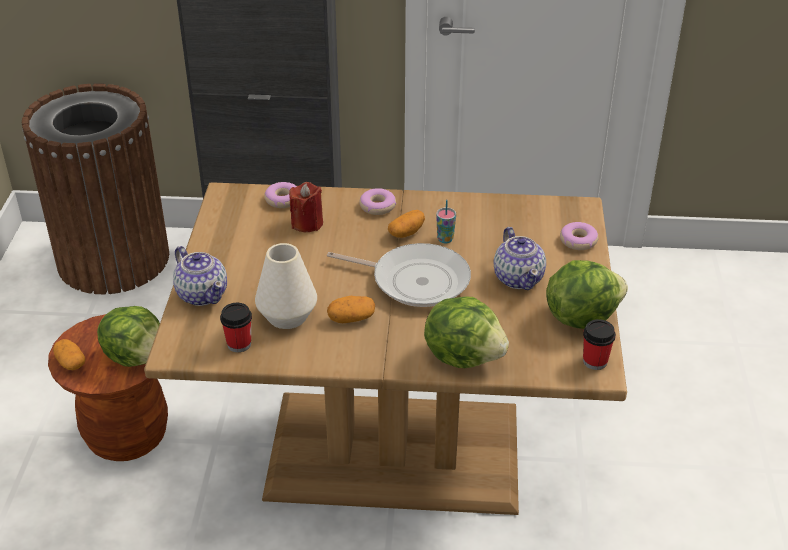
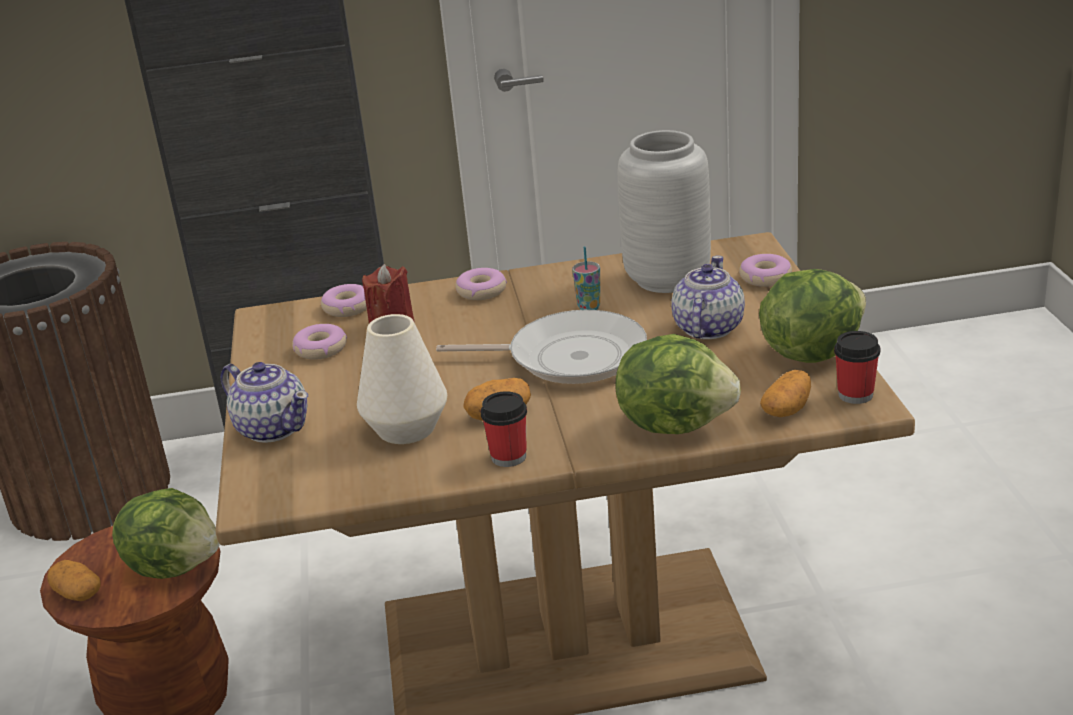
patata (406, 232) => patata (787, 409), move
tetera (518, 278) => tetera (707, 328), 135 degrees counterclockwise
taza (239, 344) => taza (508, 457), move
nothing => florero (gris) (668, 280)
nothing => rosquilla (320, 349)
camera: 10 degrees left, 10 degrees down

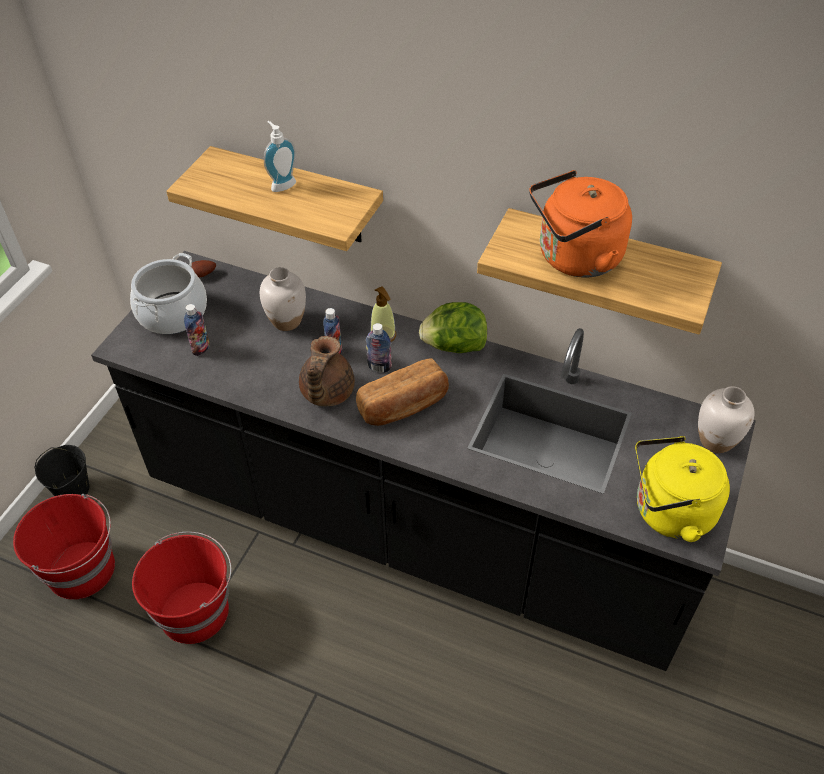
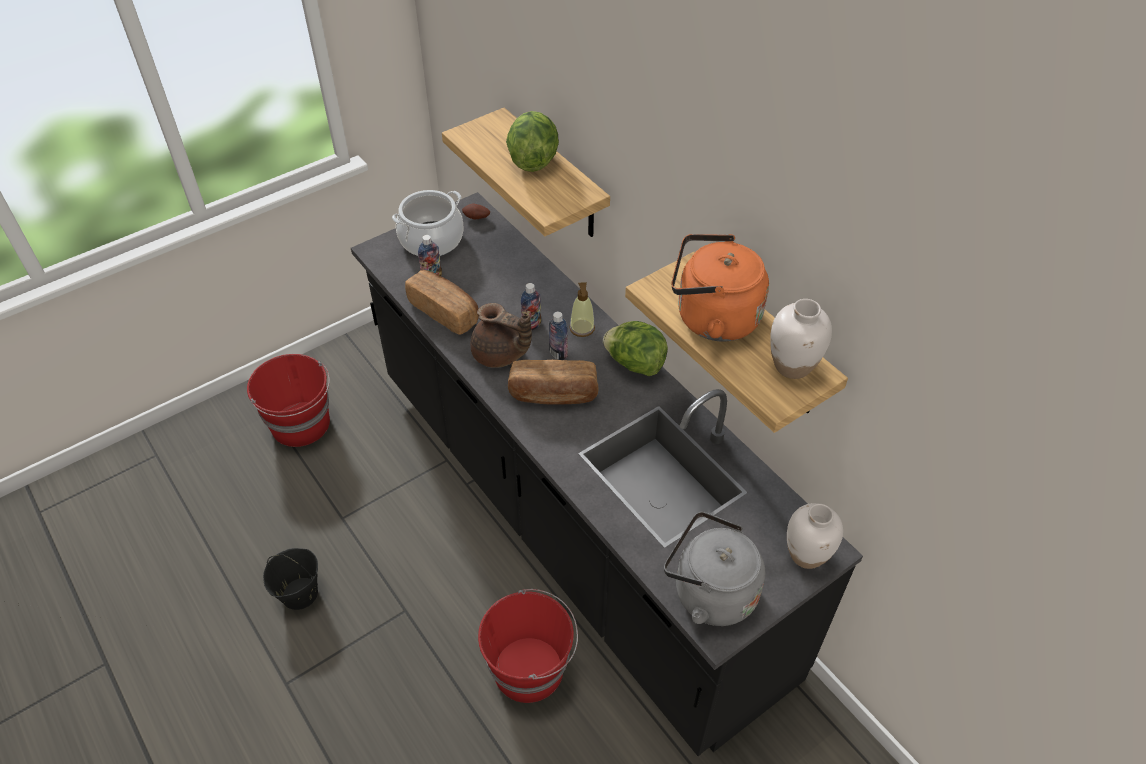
dispensador de jabón (282, 184) => lechuga (532, 160)
florero (blanco) (287, 321) => florero (blanco) (793, 366), move
tetera (marrón) (326, 393) => tetera (marrón) (499, 355), 105 degrees counterclockwise
hervidor (amarillo) (668, 512) => hervidor (gris) (709, 592)
cubo (negro) (72, 490) => cubo (negro) (299, 594), move
cubo (rojo) (195, 610) => cubo (rojo) (530, 668), move
nothing => pan (445, 311)
camera: 30 degrees right, 0 degrees up

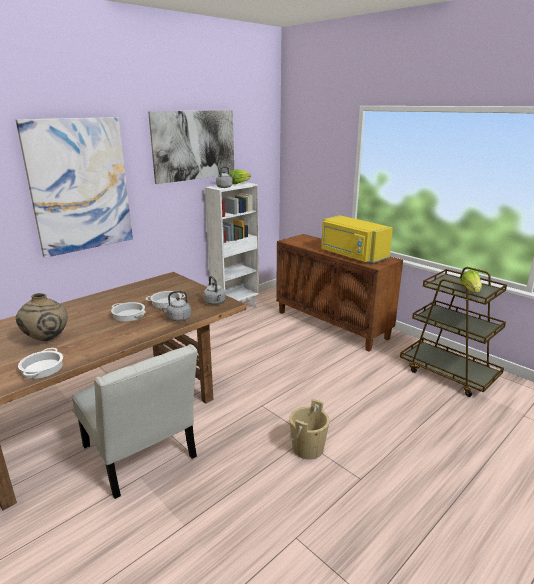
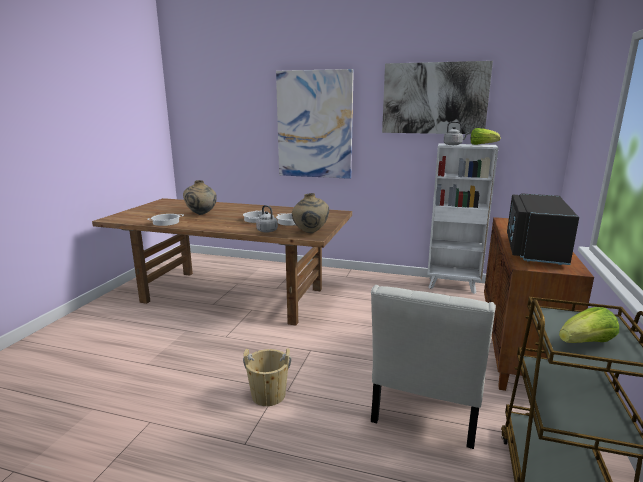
microondas (amarillo) (352, 255) => microondas (negro) (533, 250)
hervidor (gris) (215, 303) => florero (beis) (310, 233)
silla (blanco) (141, 456) => silla (blanco) (425, 408), move
camera: 60 degrees right, 5 degrees down

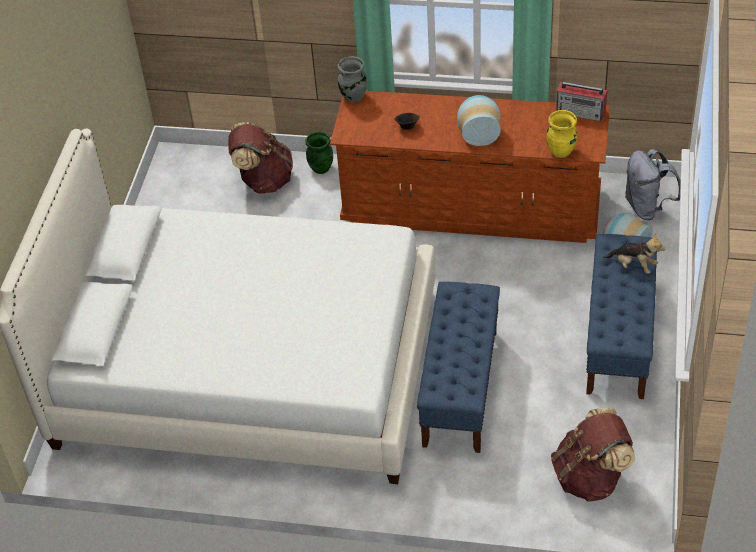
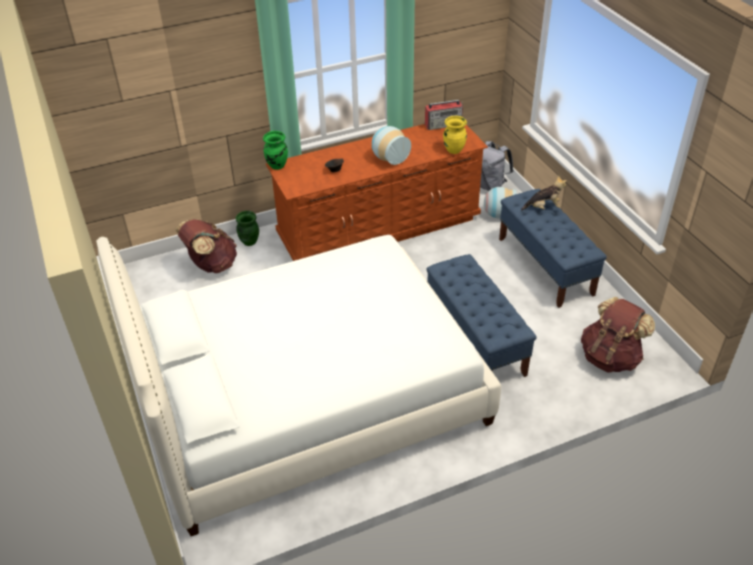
florero (gris) (353, 97) => florero (verde) (277, 166)
camera: 35 degrees left, 5 degrees down

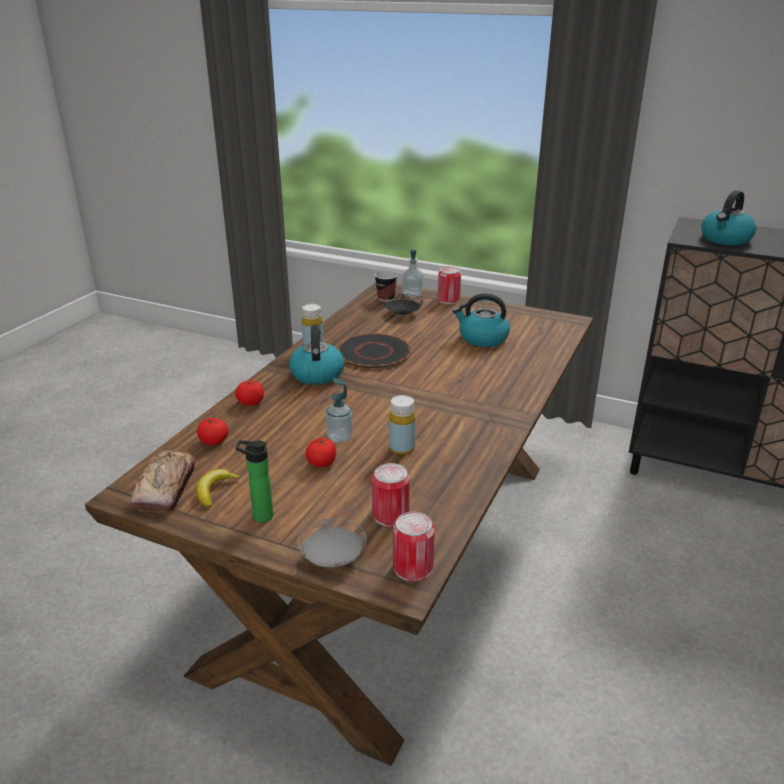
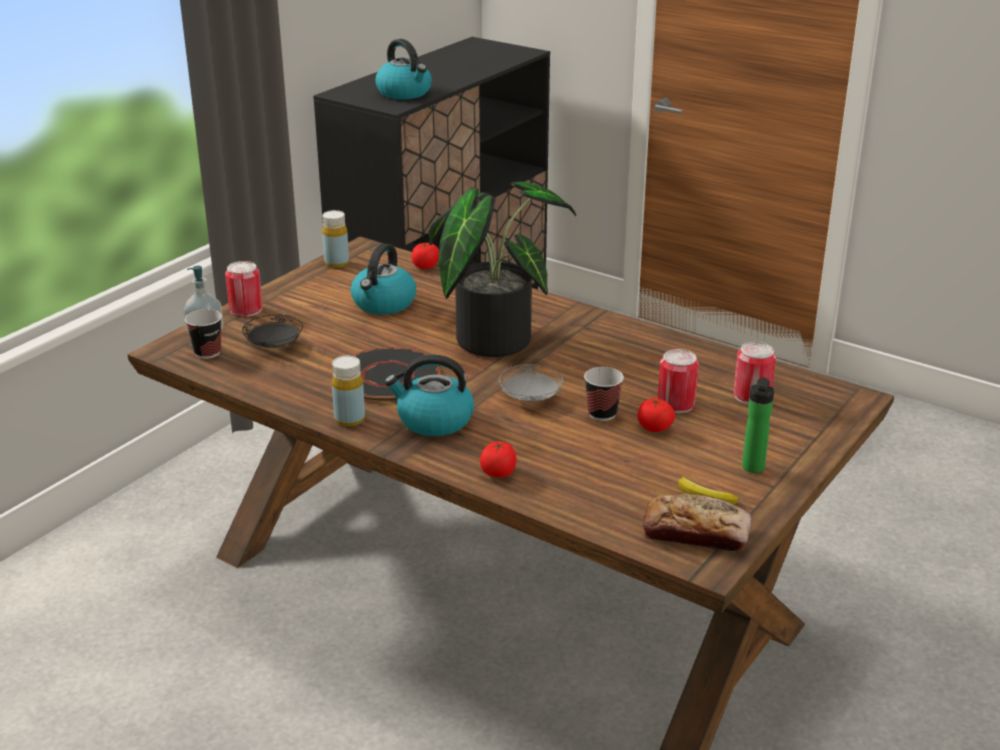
dispensador de jabón (340, 437) => taza (602, 414)
botella (amarillo) (402, 448) => botella (amarillo) (336, 263), move
tomate (213, 442) => tomate (425, 266), move
lata (413, 567) => lata (676, 403), move
plato (gris) (333, 558) => plato (gris) (531, 398), move
nothing => planta en maceta (492, 336)
camera: 80 degrees left, 0 degrees up

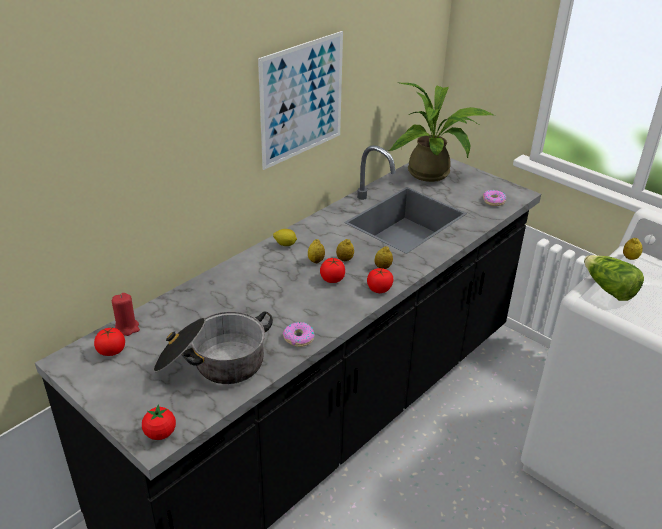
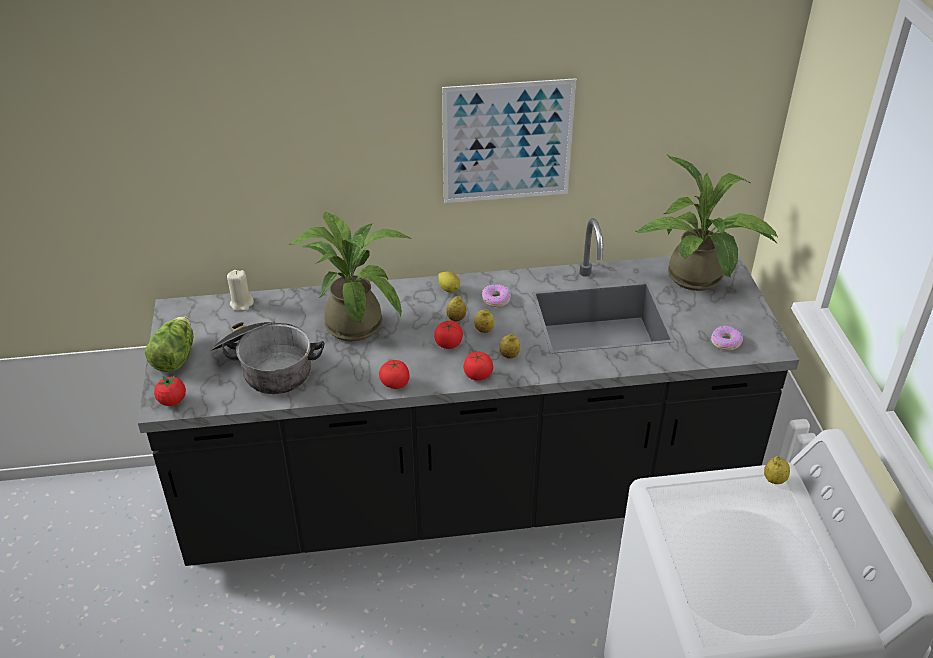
lechuga (608, 289) => lechuga (174, 356), move
vela (rojo) (127, 328) => vela (beis) (242, 303)
rosquilla (298, 338) => rosquilla (496, 299), move
tomate (111, 351) => tomate (395, 383), move
nothing => planta en maceta (354, 320)
camera: 40 degrees right, 5 degrees up

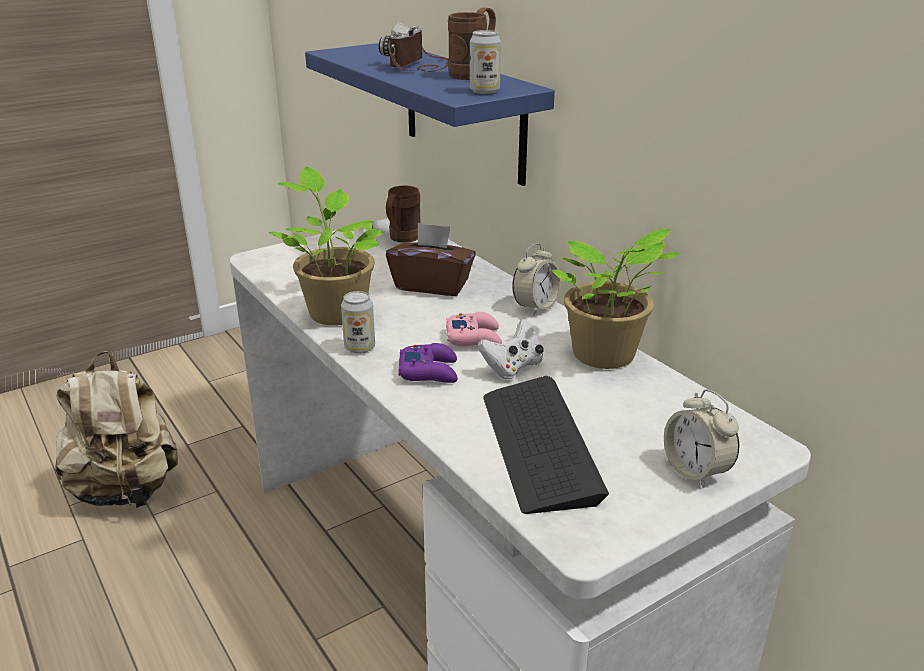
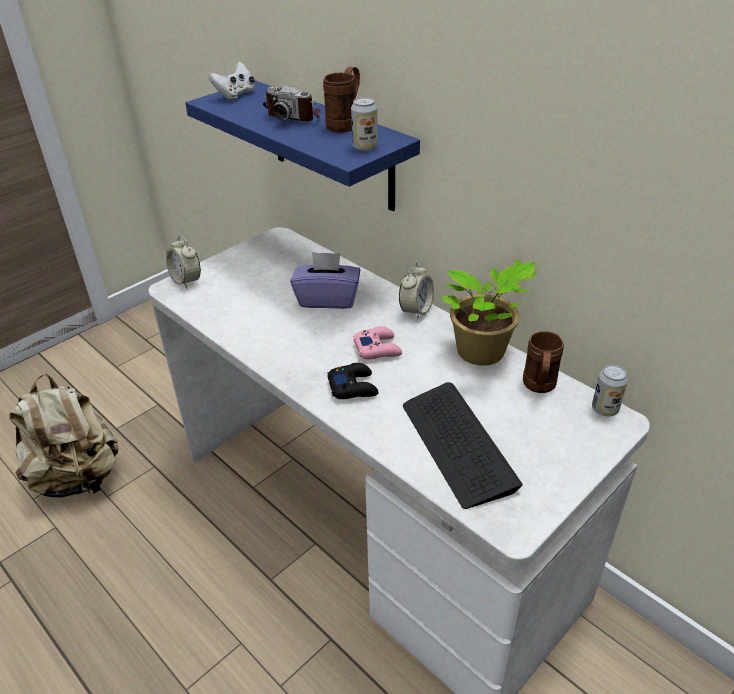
cámara (418, 66) => cámara (294, 115), 75 degrees counterclockwise
planta en maceta (335, 311) => nothing
taza grande (marrón) (401, 239) => taza grande (marrón) (538, 388), move
caja de pañuelos (marrón) (432, 285) => caja de pañuelos (morado) (327, 299)
lata (359, 348) => lata (604, 409), move
mando de consola (blanco) (512, 367) => mando de consola (blanco) (235, 95), move
mando de consola (morado) (429, 371) => mando de consola (negro) (353, 387)
despertador (696, 471) => despertador (186, 280), move
camera: 10 degrees left, 10 degrees up

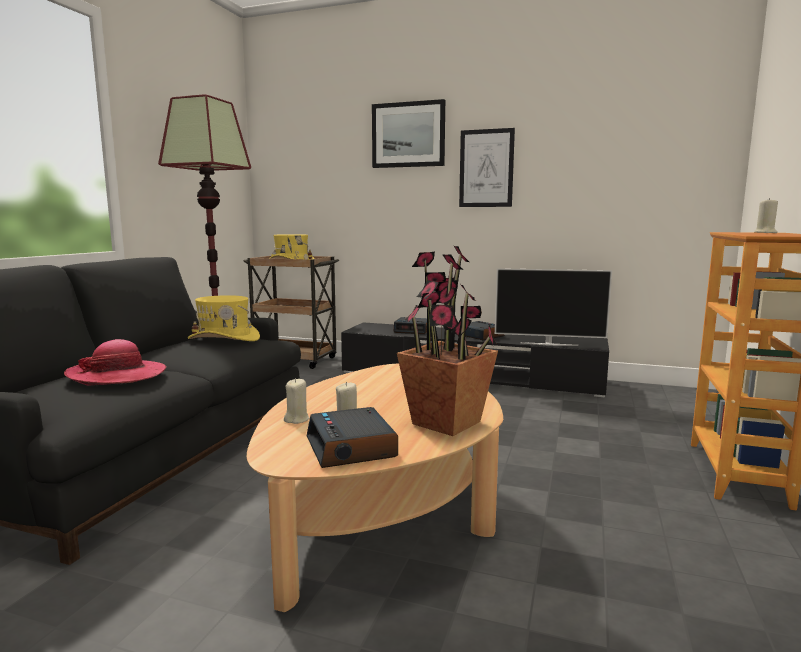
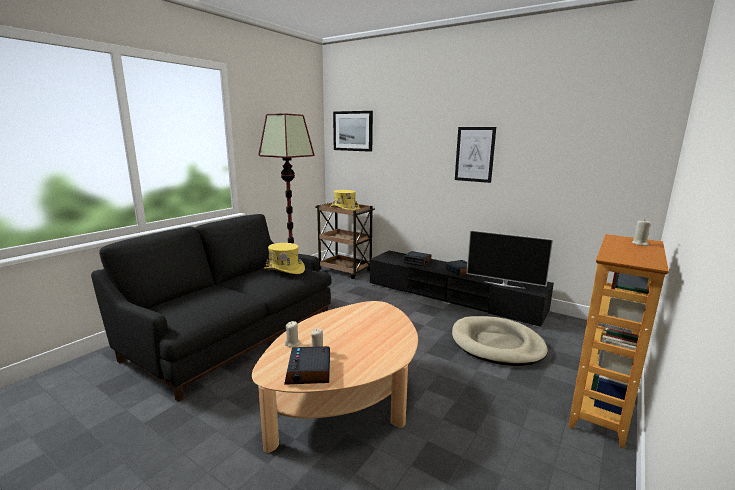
cuadro (408, 135) => cuadro (353, 131), move
planta en maceta (446, 423) => nothing
sombrero (117, 375) => nothing
nothing => cama para perro (beis) (497, 344)
camera: 15 degrees right, 5 degrees up

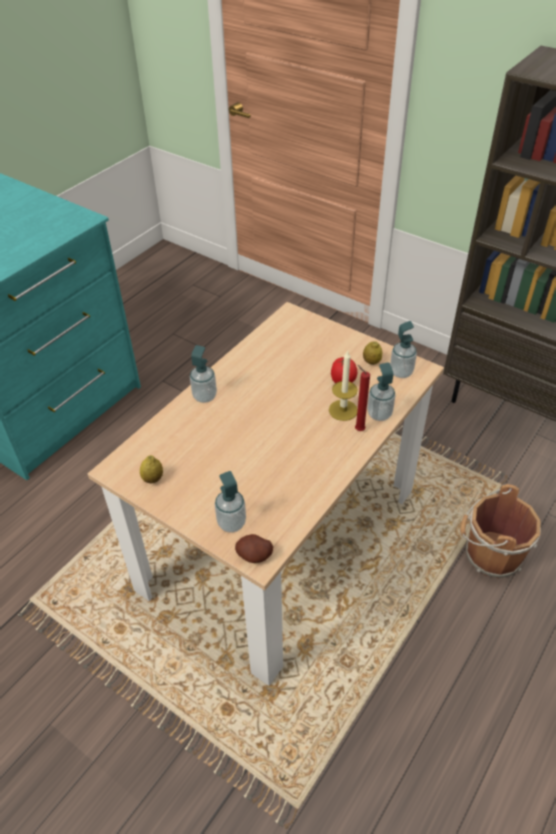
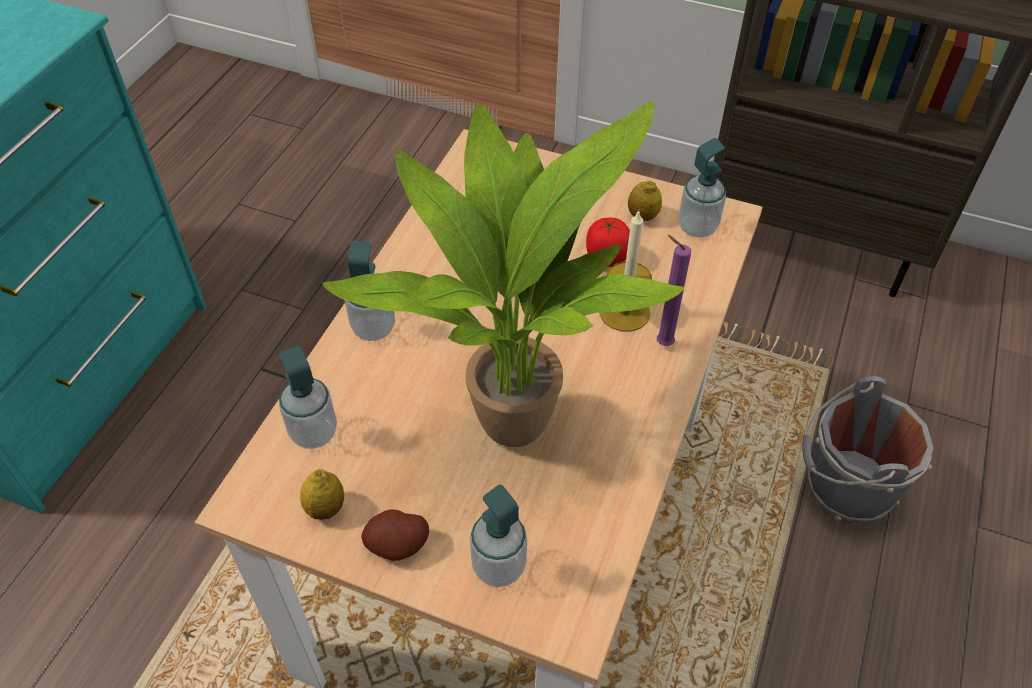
dispensador de jabón (379, 414) => dispensador de jabón (314, 432), move
vela (rojo) (358, 429) => vela (morado) (661, 343)
cubo (marrón) (490, 555) => cubo (gris) (844, 488)
patata (254, 555) => patata (397, 544), move
nothing => planta en maceta (511, 416)
camera: 15 degrees left, 5 degrees up

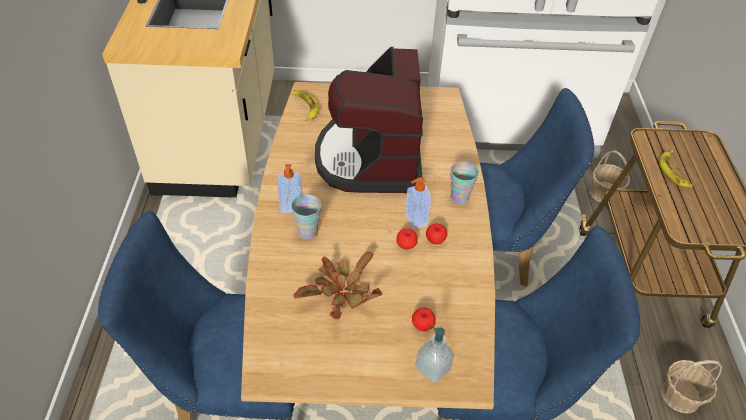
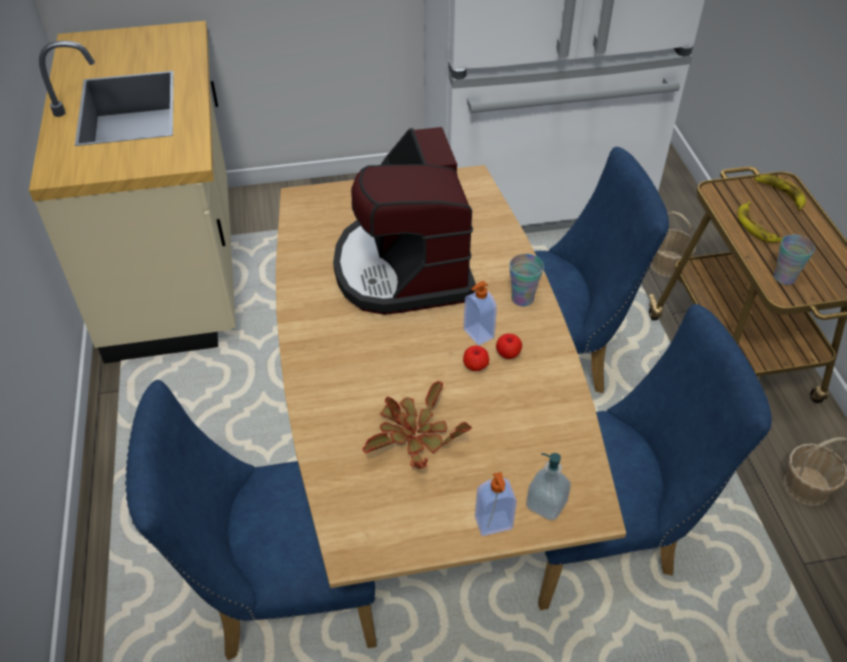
plátano (305, 106) => plátano (780, 194), move
dispensador de jabón (291, 207) => dispensador de jabón (494, 524), move
taza (308, 232) => taza (784, 278), move
manzana (422, 325) => nothing
camera: 10 degrees left, 0 degrees up

